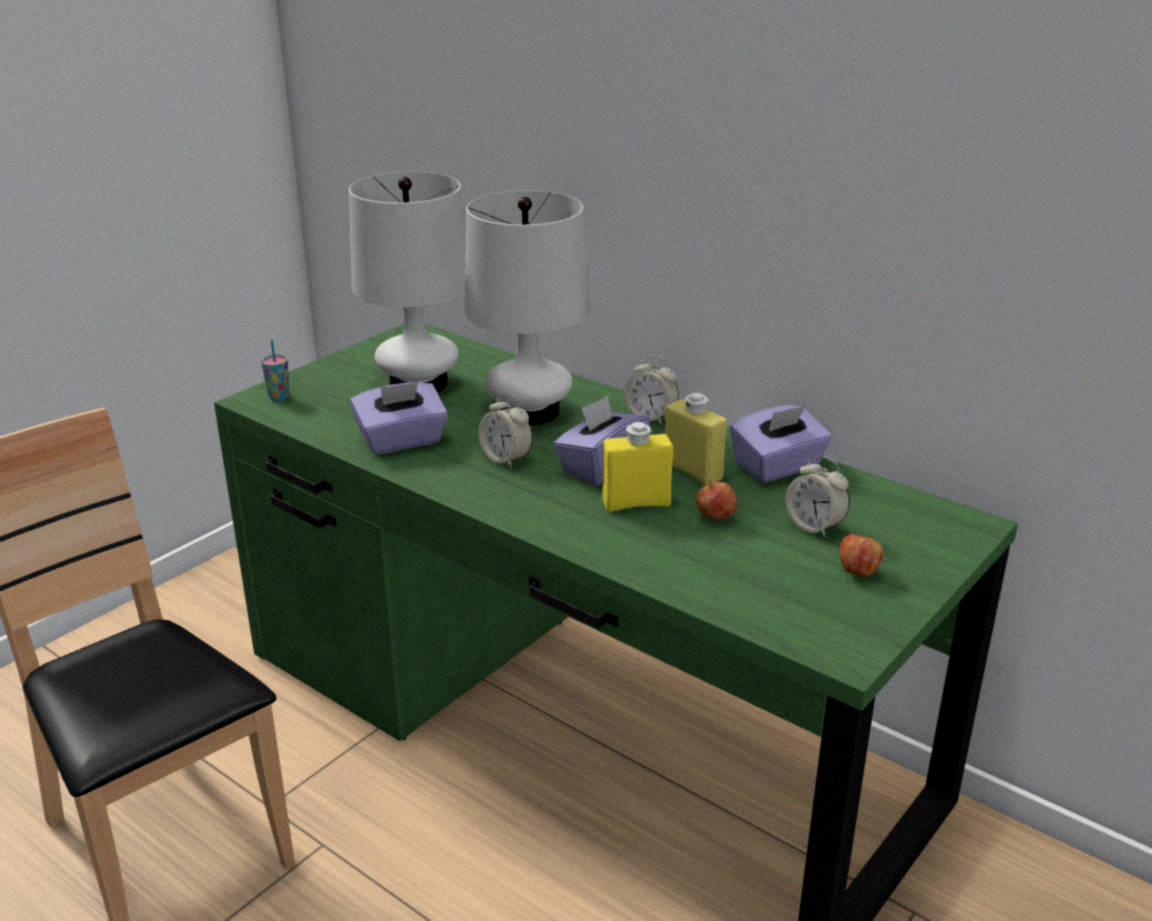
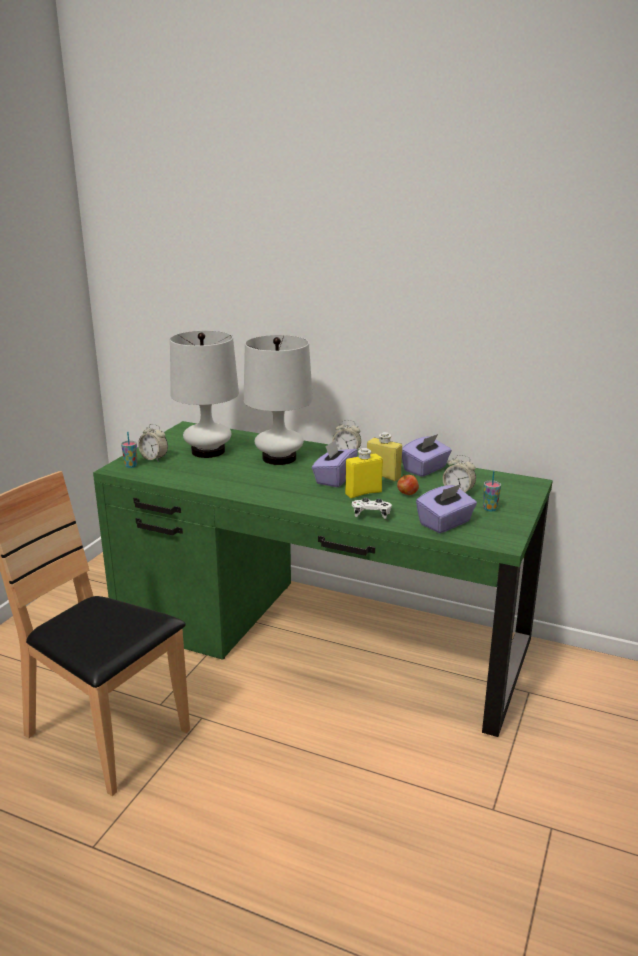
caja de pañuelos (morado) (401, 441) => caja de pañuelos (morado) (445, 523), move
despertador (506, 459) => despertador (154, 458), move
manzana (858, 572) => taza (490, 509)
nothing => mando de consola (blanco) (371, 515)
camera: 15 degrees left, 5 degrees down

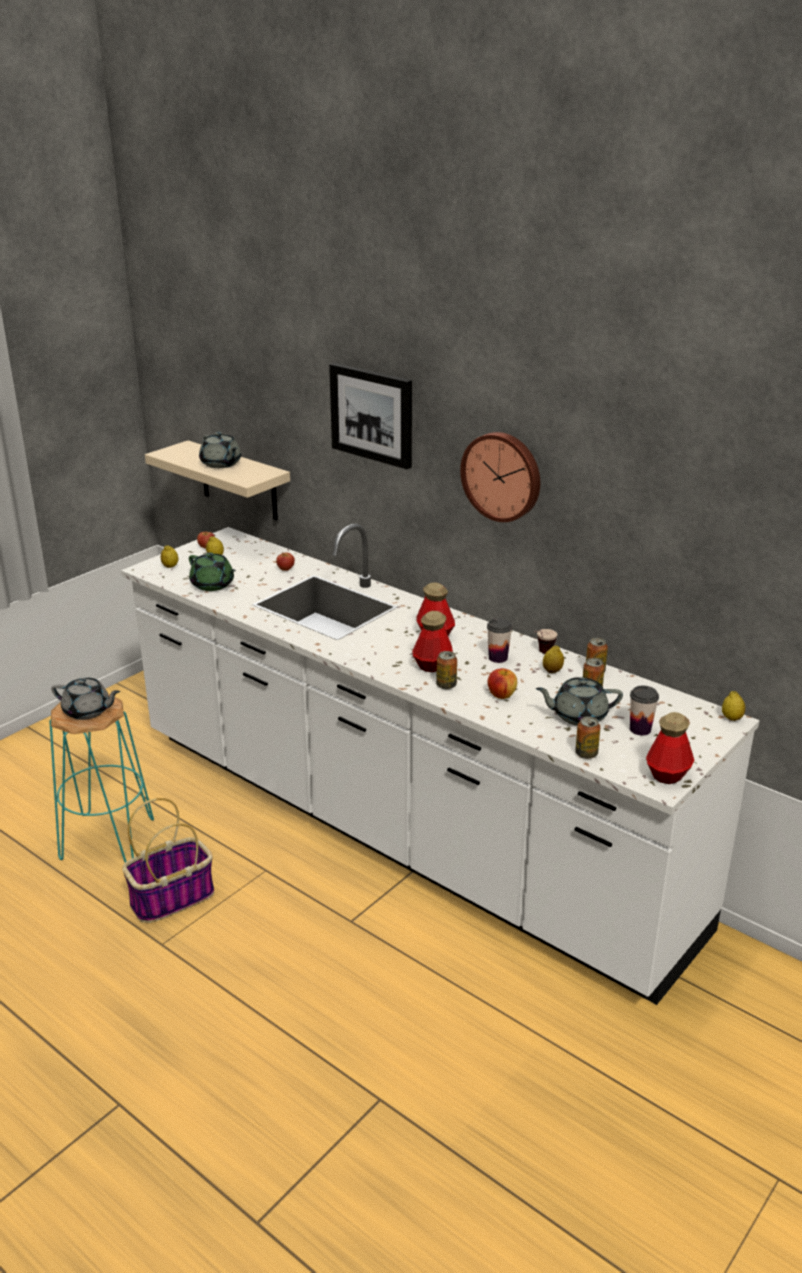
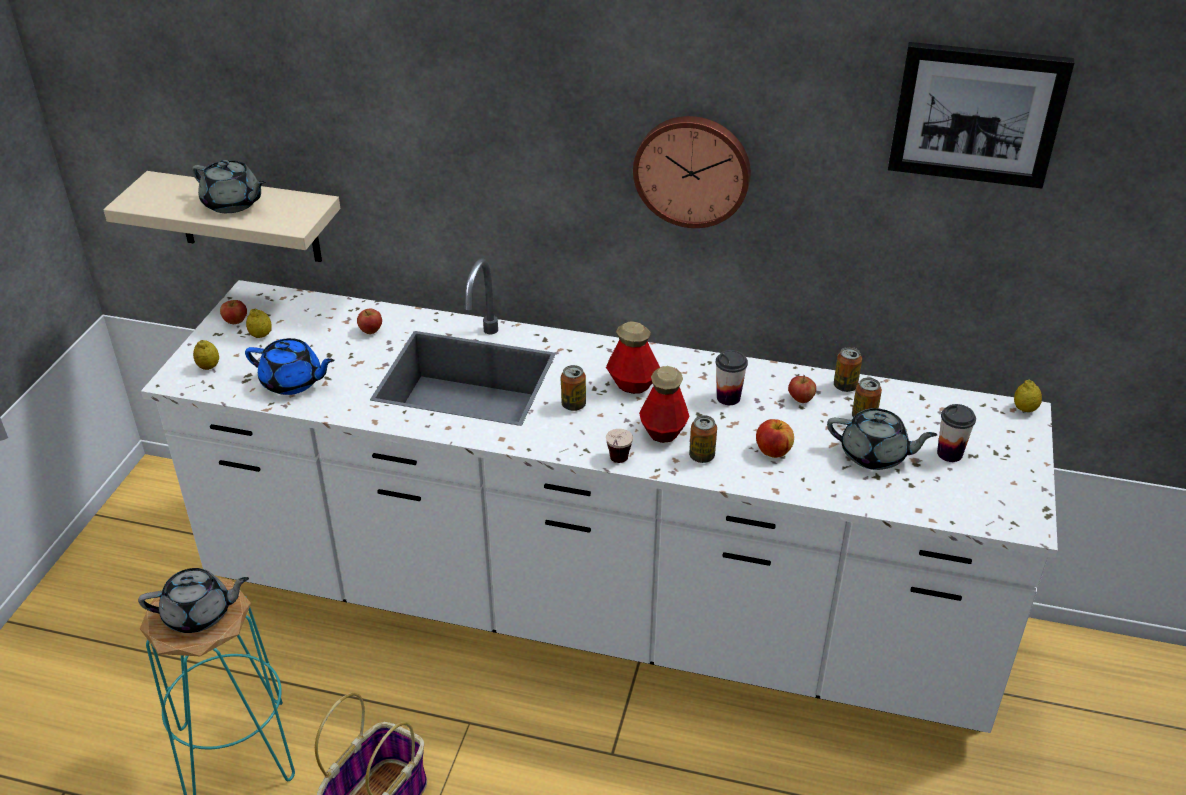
cuadro (372, 414) => cuadro (977, 114), move
tetera (verde) (213, 585) => tetera (azul) (293, 382)
taza (541, 654) => taza (617, 464), move
limón (552, 671) => manzana (800, 399)
tetera (gris) (578, 716) => tetera (gris) (874, 455), 135 degrees counterclockwise
botella (667, 775) => nothing
lata (586, 754) => lata (573, 405), move
camera: 25 degrees left, 10 degrees up

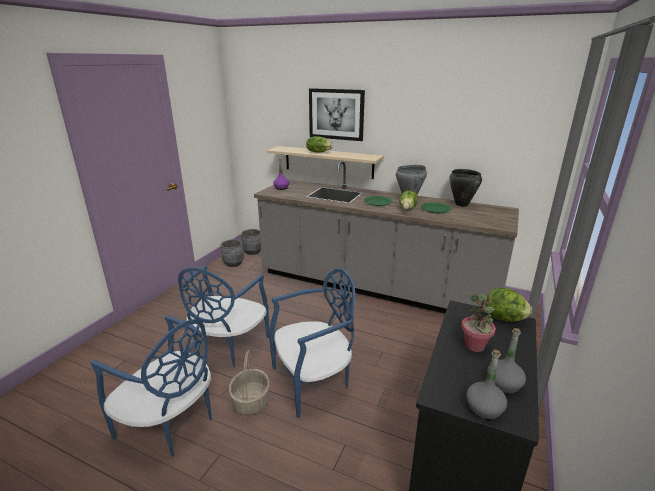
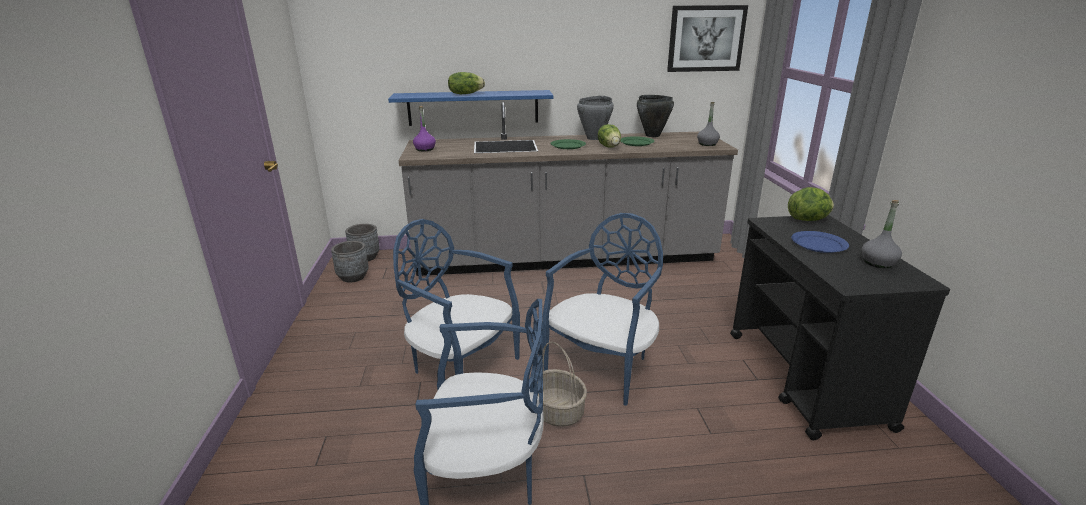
cuadro (336, 114) => cuadro (706, 38), move
estante (beis) (328, 162) => estante (azul) (473, 107)
silla (azul) (228, 347) => silla (azul) (461, 369), 135 degrees clockwise
planta en maceta (474, 346) => plato (azul) (819, 244)
botella (gris) (484, 408) => botella (gris) (707, 144), move
camera: 30 degrees left, 0 degrees up

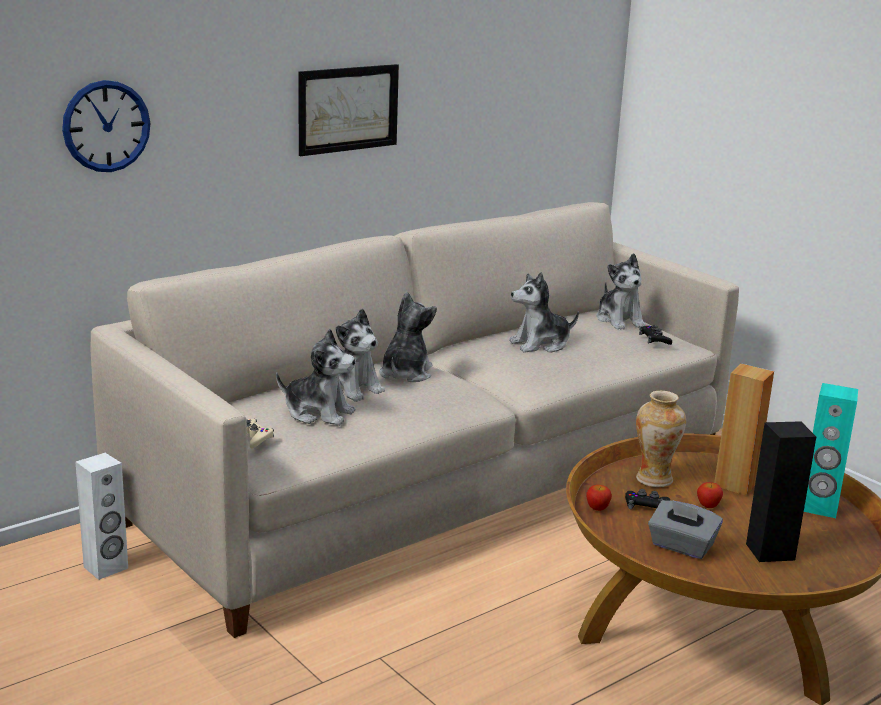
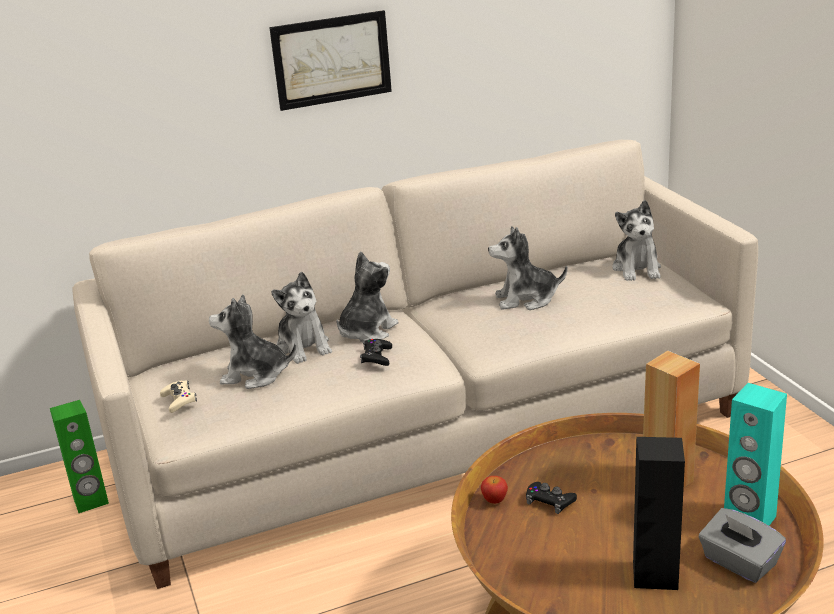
reloj de pared (106, 126) => nothing
mando de consola (negro) (654, 339) => mando de consola (negro) (376, 357), move
peluche (318, 413) => peluche (255, 375), 150 degrees clockwise
florero (654, 479) => nothing
altavoz (blanco) (106, 568) => altavoz (verde) (91, 501)
manzana (708, 505) => nothing
caja de pañuelos (gris) (681, 546) => caja de pañuelos (gris) (739, 563), move
camera: 20 degrees right, 5 degrees up

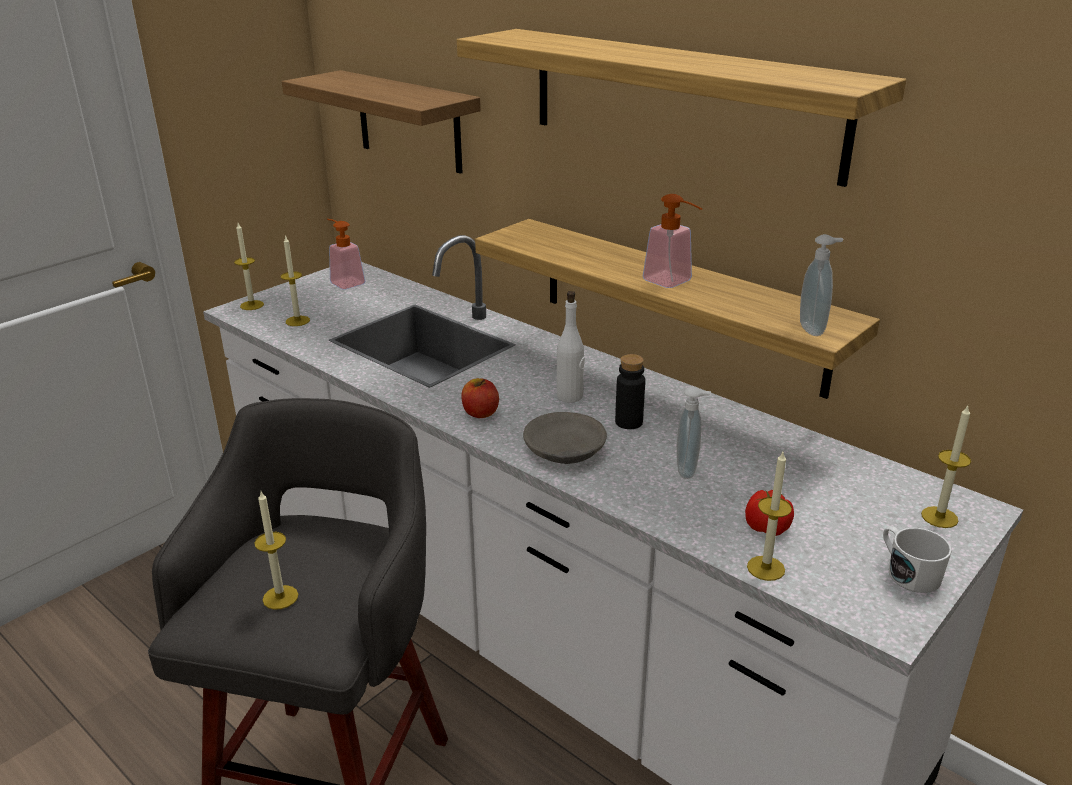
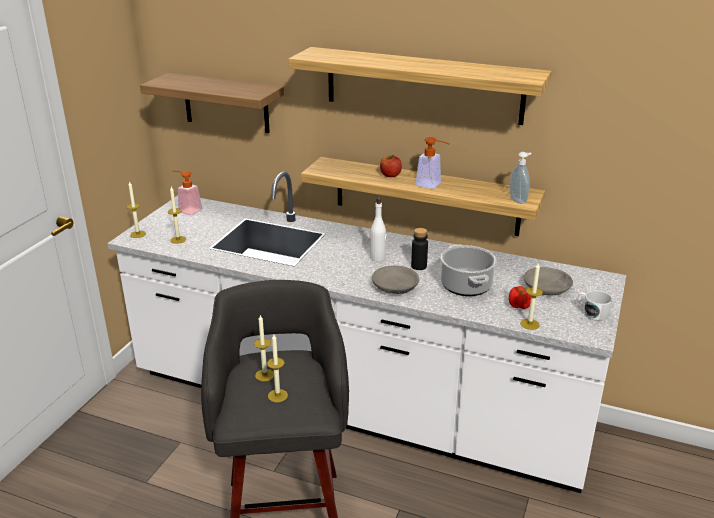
manzana (480, 413) => manzana (390, 175), move
dispensador de jabón (688, 470) => olla (465, 285)
vela (939, 517) => vela (264, 375), move
nothing => cuenco (gris) (547, 288)
camera: 20 degrees left, 0 degrees up

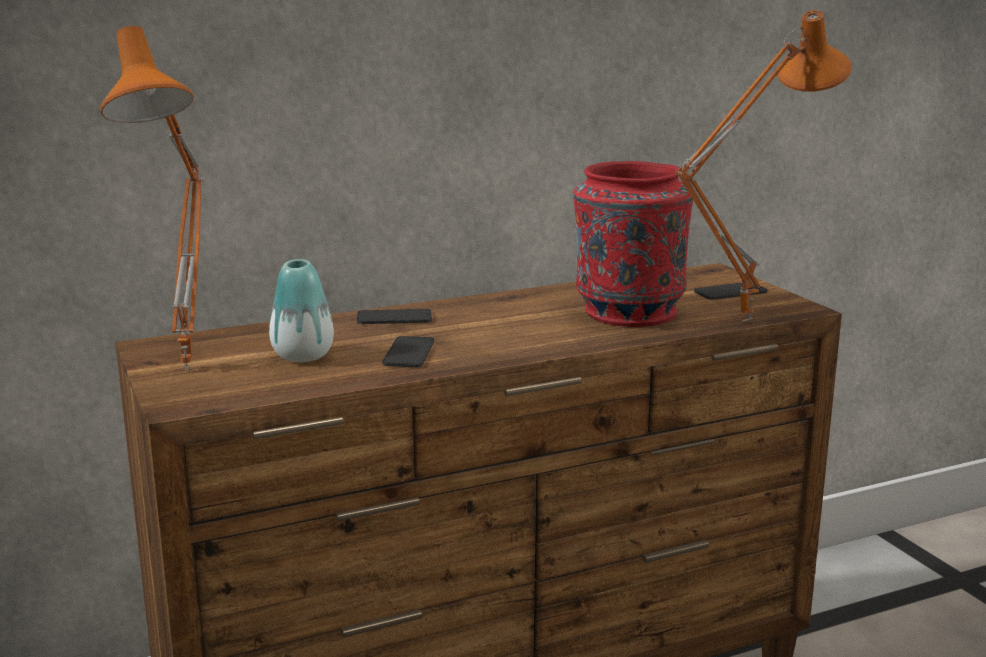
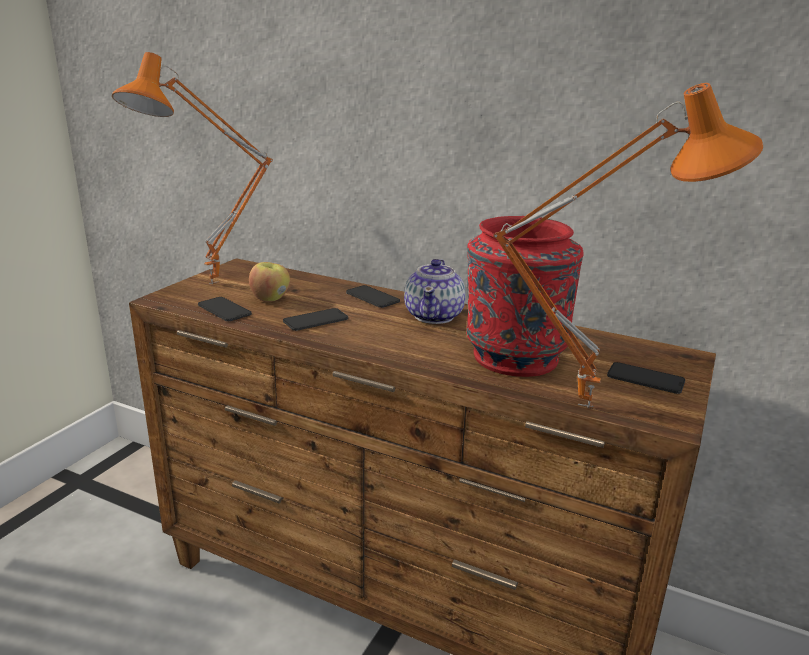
florero (303, 356) => manzana (270, 298)
nothing => tetera (434, 316)
nothing => móvil (224, 310)
camera: 50 degrees right, 5 degrees up

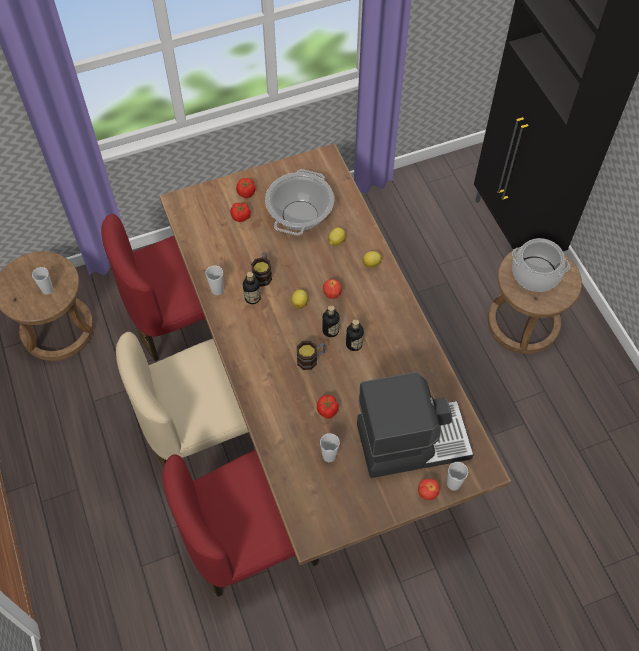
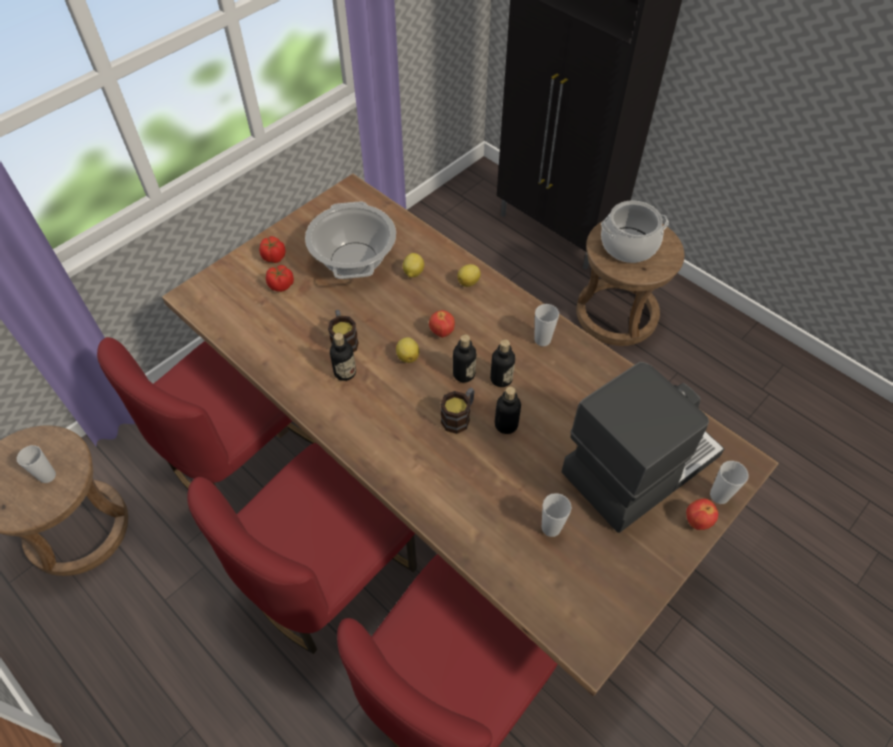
taza (217, 290) => taza (542, 340), move
silla (beis) (203, 431) => silla (rojo) (326, 576)
tomate (327, 410) => nothing
nothing => botella (506, 425)
camera: 25 degrees left, 5 degrees down

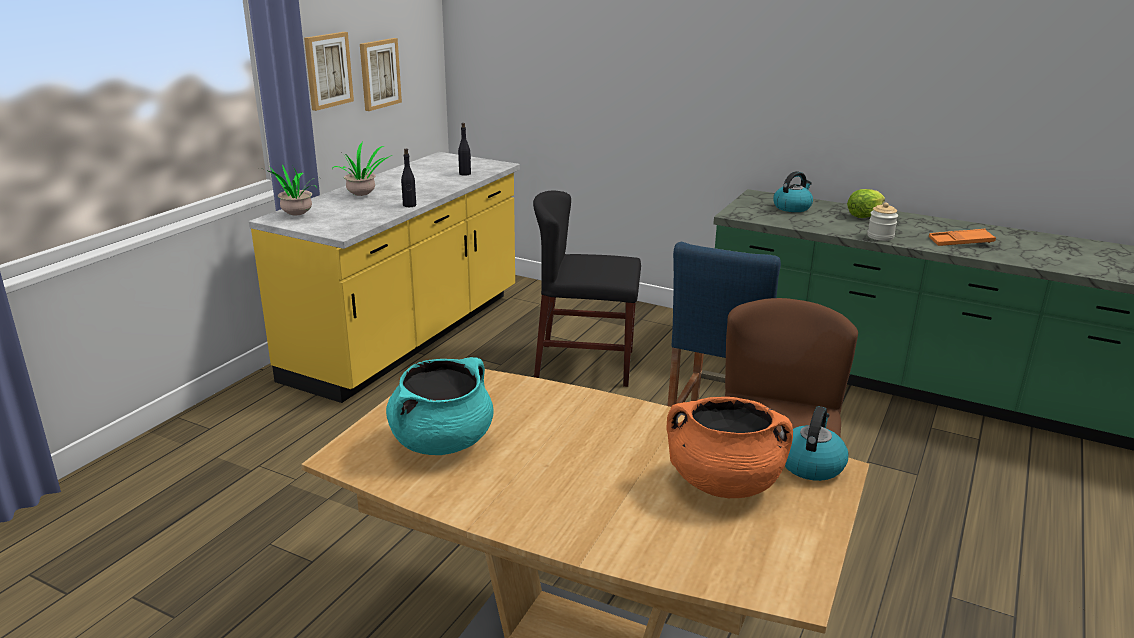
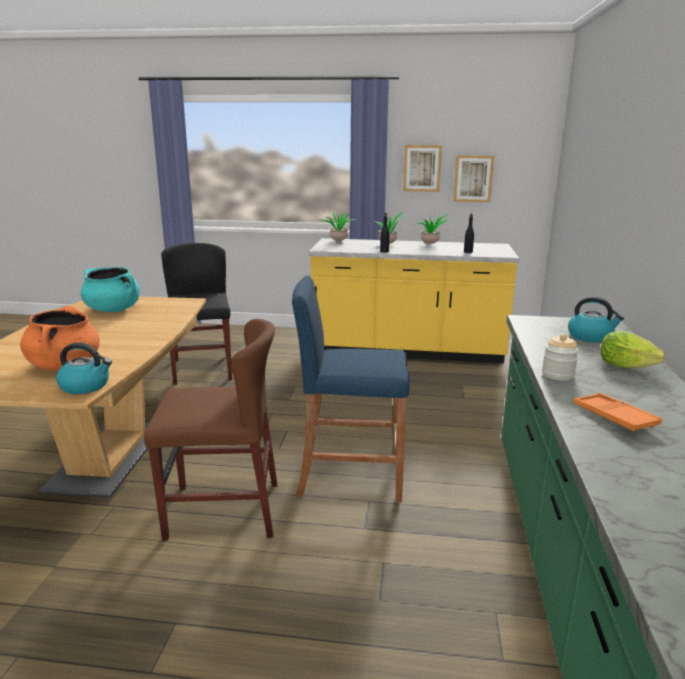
silla (negro) (585, 365) => silla (negro) (202, 369), move
nothing => planta en maceta (431, 244)
camera: 70 degrees right, 5 degrees down

